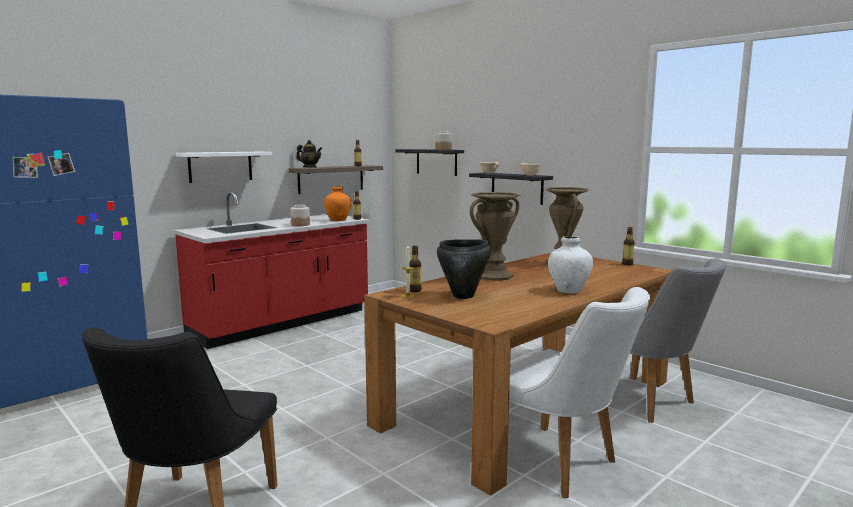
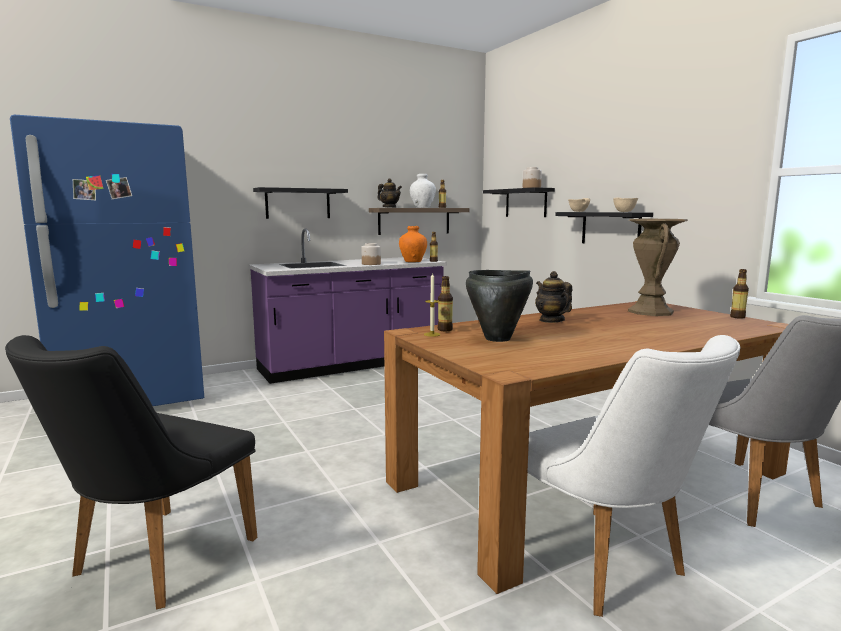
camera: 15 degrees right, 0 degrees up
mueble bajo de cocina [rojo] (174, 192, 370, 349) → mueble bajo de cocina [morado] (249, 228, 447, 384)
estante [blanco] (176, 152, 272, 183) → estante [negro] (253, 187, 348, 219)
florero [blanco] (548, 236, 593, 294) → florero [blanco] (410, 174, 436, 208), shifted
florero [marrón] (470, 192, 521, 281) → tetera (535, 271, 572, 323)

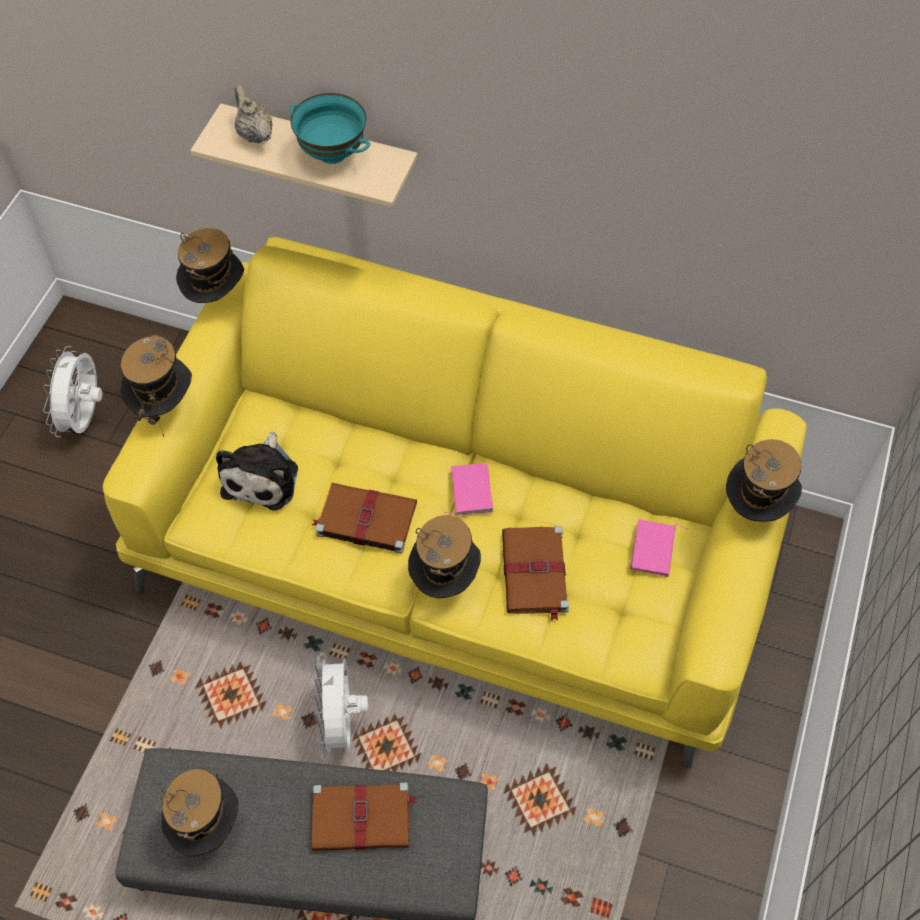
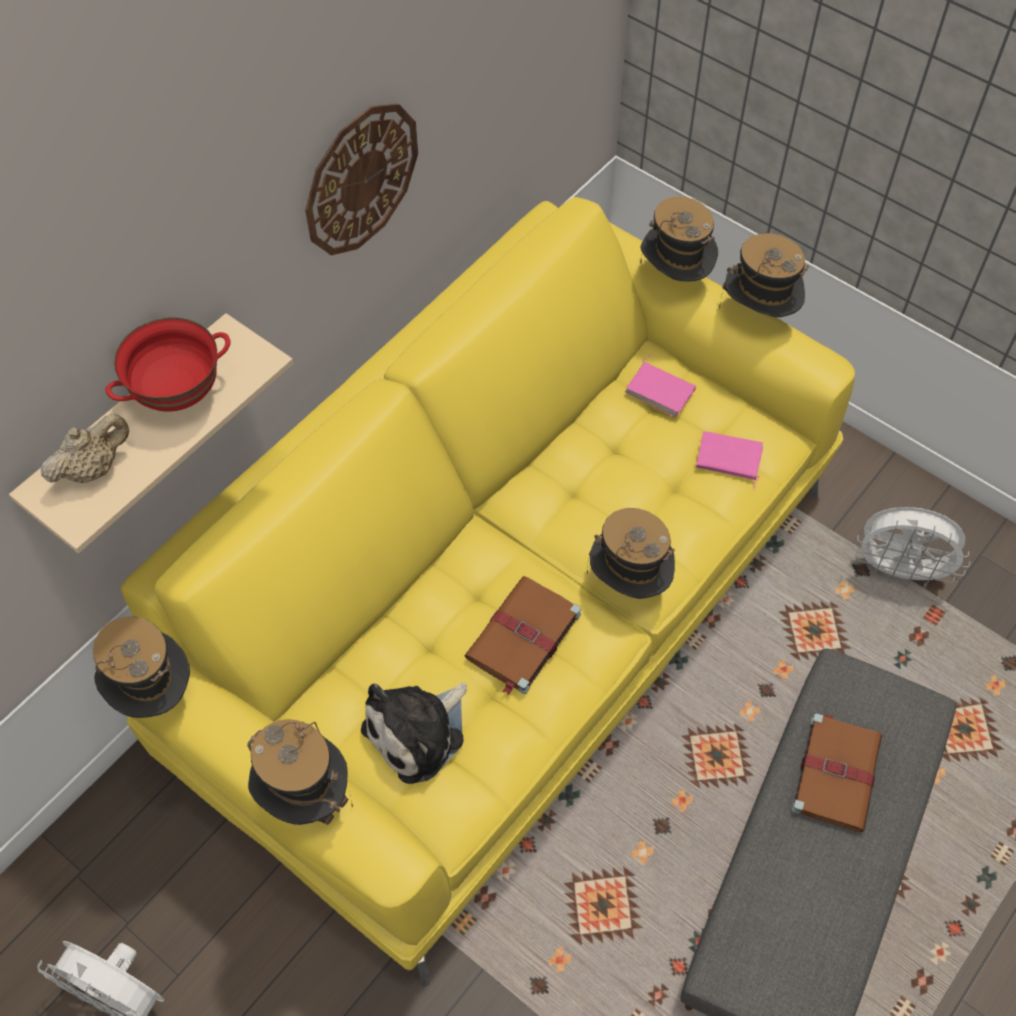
camera: 70 degrees left, 0 degrees up
tetera [beis] (235, 85, 273, 143) → tetera [beis] (41, 414, 129, 483), 150 degrees clockwise
cuenco [turquesa] (289, 93, 370, 164) → cuenco [rojo] (105, 317, 230, 411)
- → reloj de pared (305, 103, 418, 255)
peluche (216, 431, 298, 510) → peluche (361, 683, 467, 784), 105 degrees clockwise
libro [rosa] (443, 463, 493, 515) → libro [rosa] (696, 431, 763, 489), shifted
sombrero (161, 769, 238, 856) → sombrero (719, 233, 809, 317), shifted
ventilador [blanco] (315, 652, 368, 761) → ventilador [blanco] (853, 507, 971, 589), shifted
libro [marrón] (502, 526, 569, 621) → -

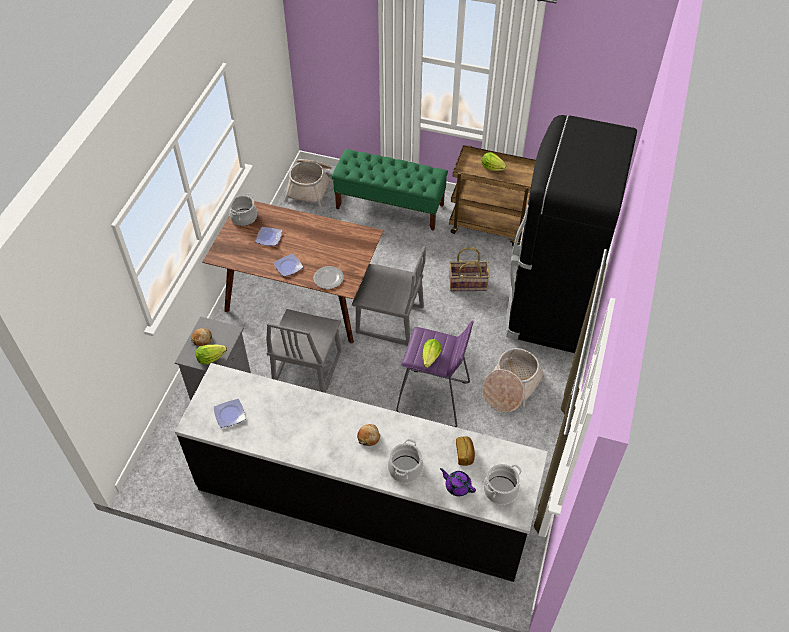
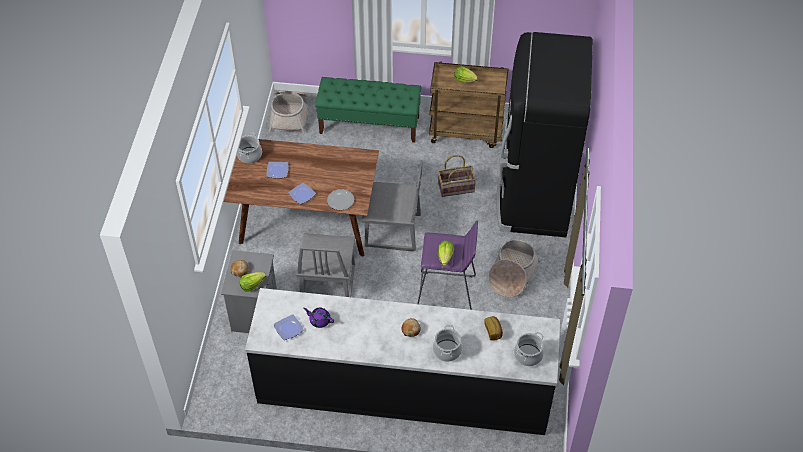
camera: 10 degrees left, 0 degrees up
tetera [morado] (440, 468, 476, 496) → tetera [morado] (303, 308, 334, 328), shifted

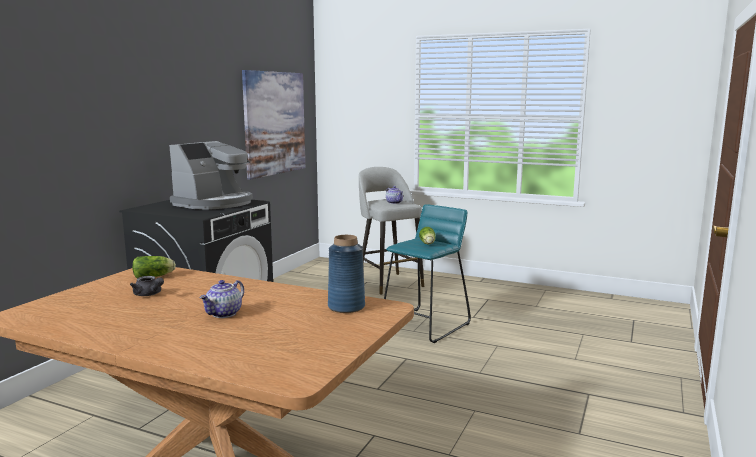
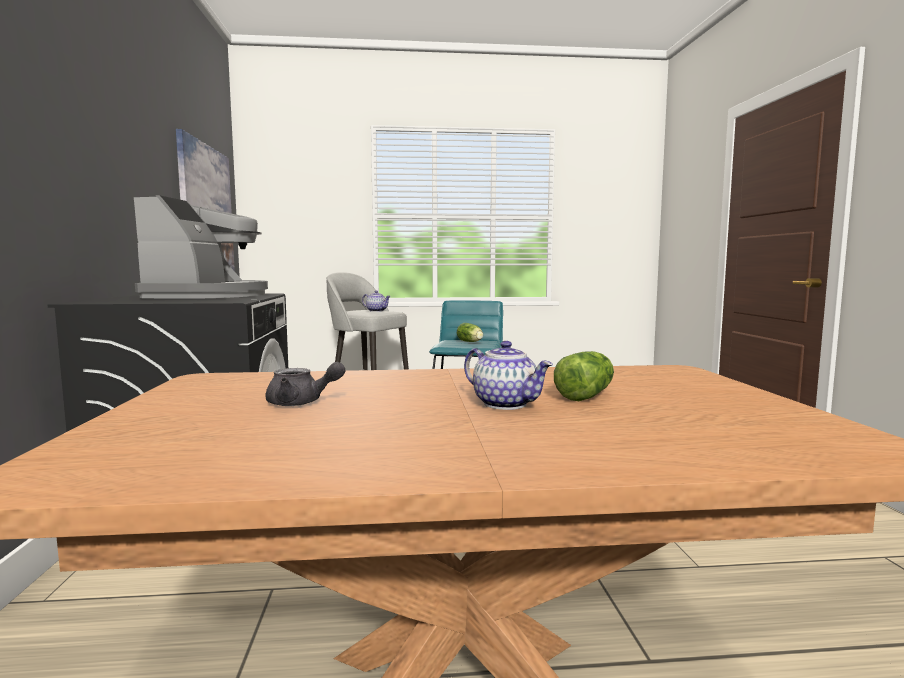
camera: 30 degrees left, 5 degrees down
tetera (200, 280, 244, 318) → tetera (464, 341, 553, 410), 45 degrees counterclockwise
lechuga (132, 256, 176, 278) → lechuga (554, 351, 614, 401), shifted
florero [azul] (328, 235, 365, 313) → -

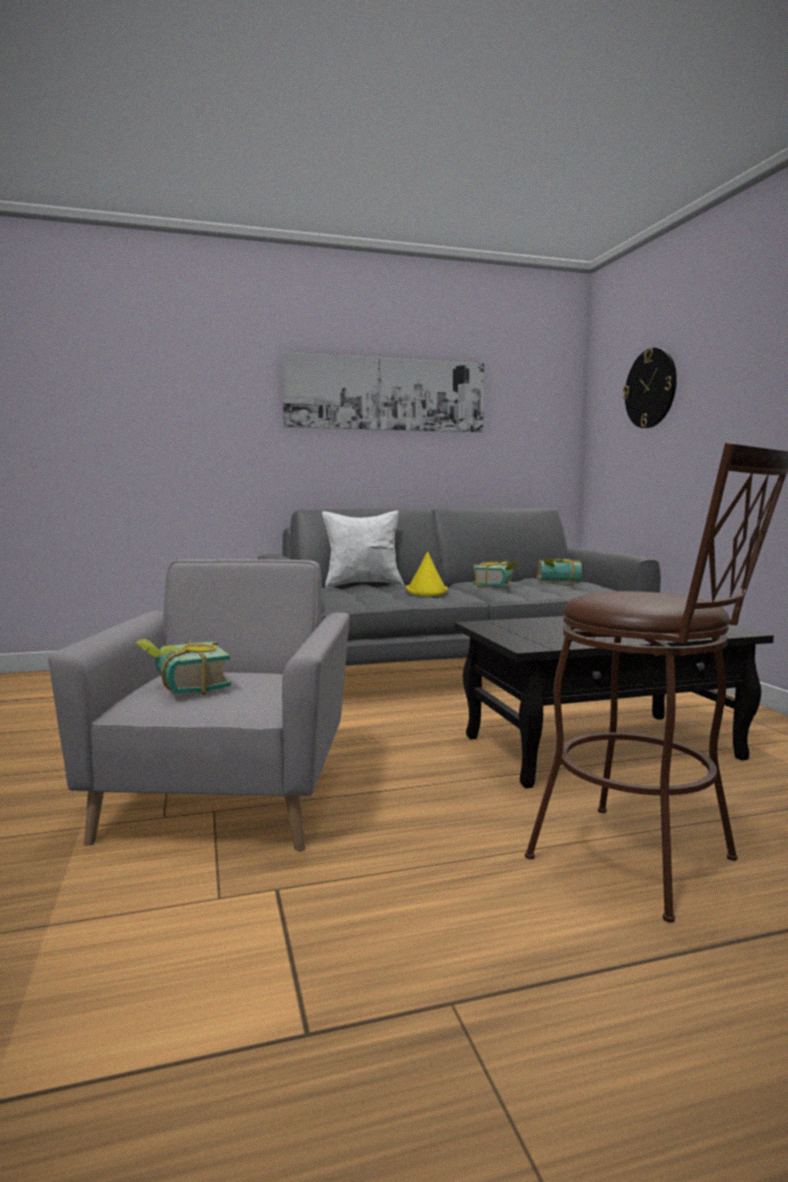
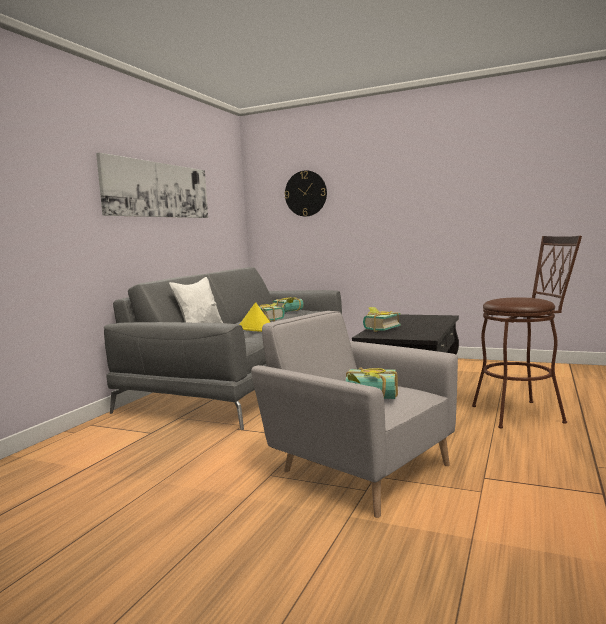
camera: 50 degrees left, 0 degrees up
- → libro (363, 307, 401, 332)

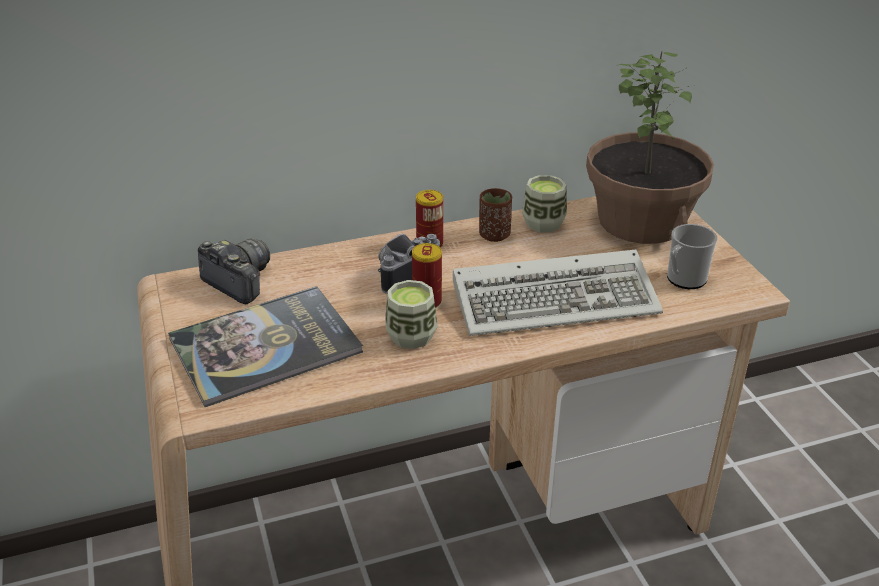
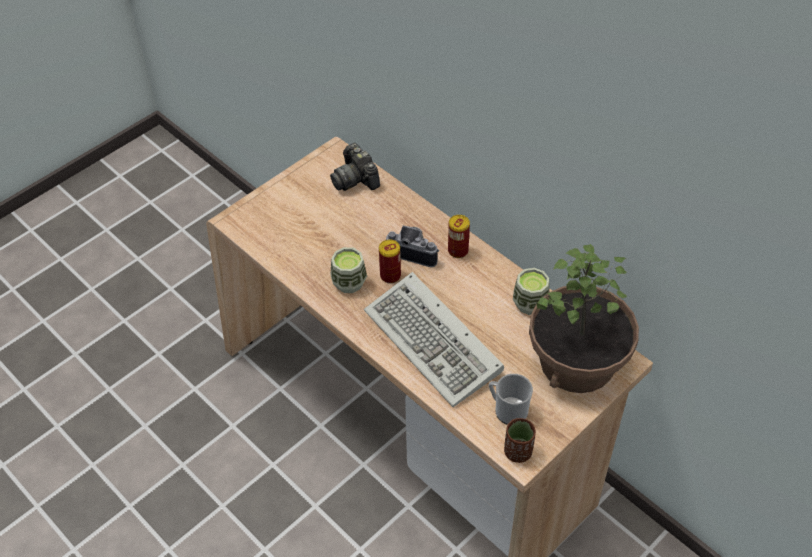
camera: 65 degrees right, 15 degrees up
cámara (198, 239, 270, 304) → cámara (330, 143, 380, 191), 135 degrees clockwise
taza [marrón] (479, 188, 512, 242) → taza [marrón] (504, 418, 536, 463), shifted
libro (168, 286, 363, 407) → -

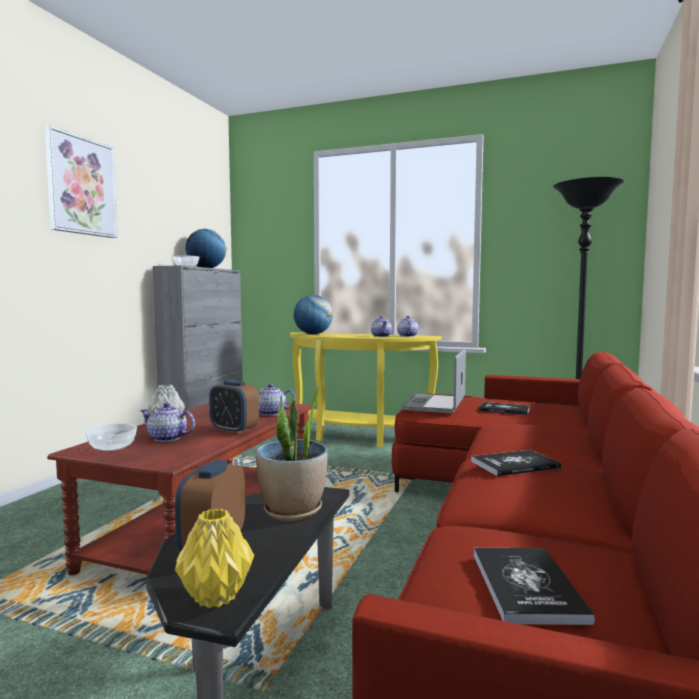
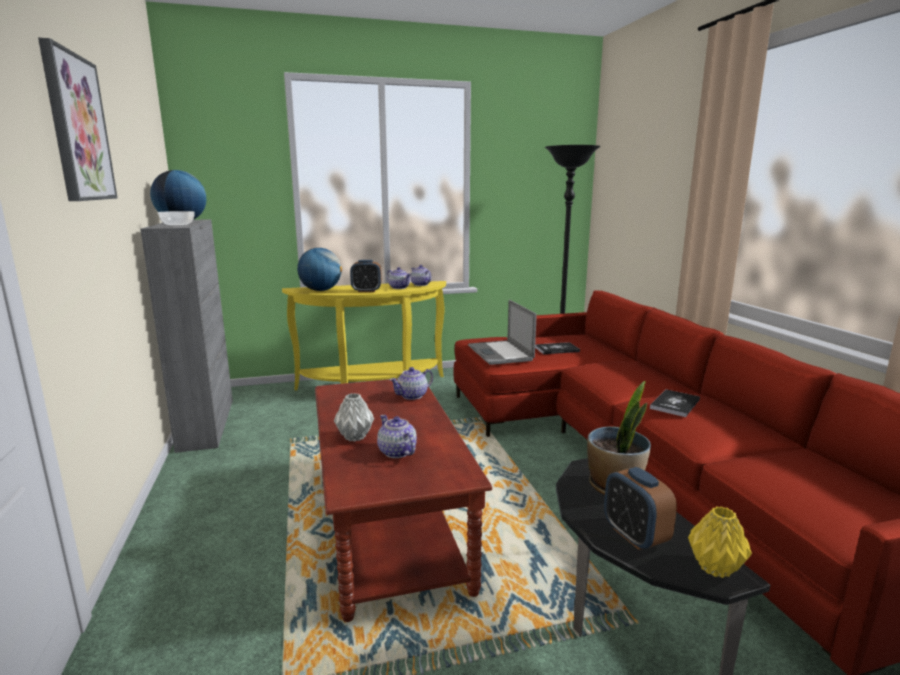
camera: 35 degrees left, 10 degrees up
despertador (209, 380, 259, 434) → despertador (350, 260, 382, 292), shifted
tetera (140, 403, 195, 442) → tetera (377, 415, 417, 458), 75 degrees clockwise
cuenco (85, 424, 137, 451) → -
libro (474, 548, 595, 625) → -

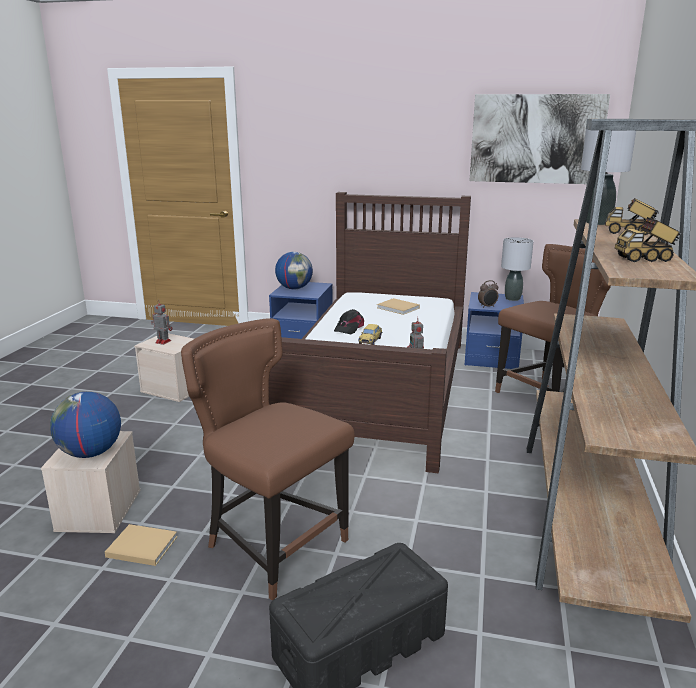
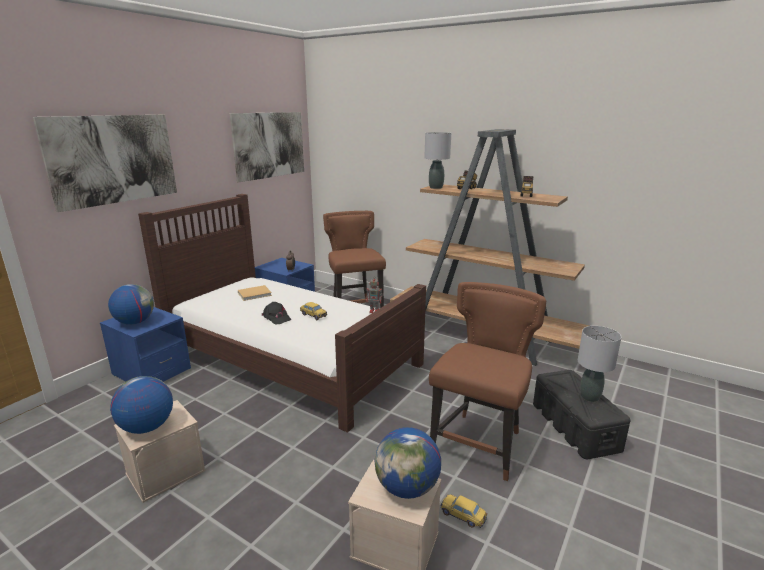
camera: 70 degrees left, 0 degrees up
- → cuadro (33, 115, 177, 212)
robot de juguete (151, 300, 172, 345) → globo terráqueo (110, 376, 173, 434)
silla [marrón] (181, 318, 355, 601) → silla [marrón] (429, 282, 546, 481), 150 degrees clockwise
libro [beis] (105, 524, 177, 566) → coche de juguete (440, 494, 487, 528)
lámpara de mesa [gris] (501, 237, 534, 301) → lámpara de mesa [gris] (578, 326, 621, 402), shifted

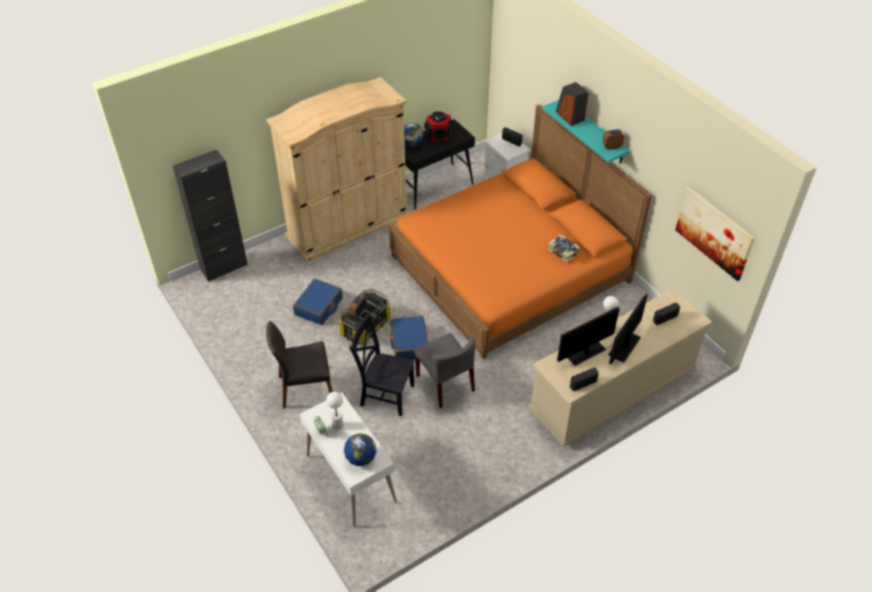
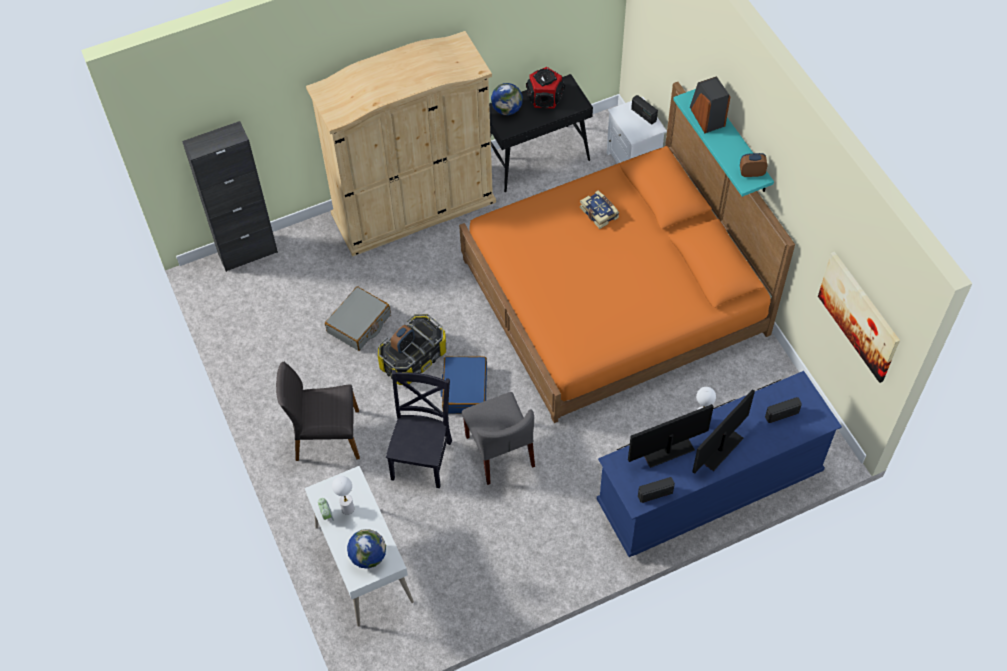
camera: 10 degrees right, 10 degrees up
maleta [azul] (293, 279, 343, 325) → maleta [gris] (325, 286, 391, 351)
silla [negro] (349, 313, 414, 416) → silla [negro] (386, 370, 452, 488), 75 degrees clockwise
libro (547, 234, 581, 263) → libro (580, 190, 619, 229), shifted
cómoda [beis] (529, 288, 712, 446) → cómoda [azul] (597, 371, 842, 557)

